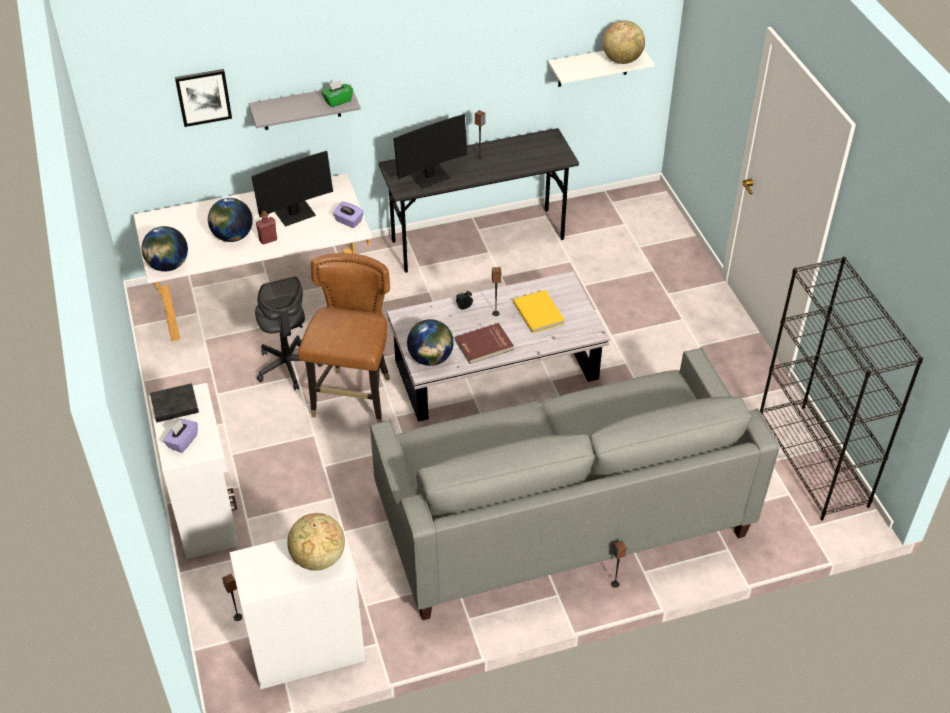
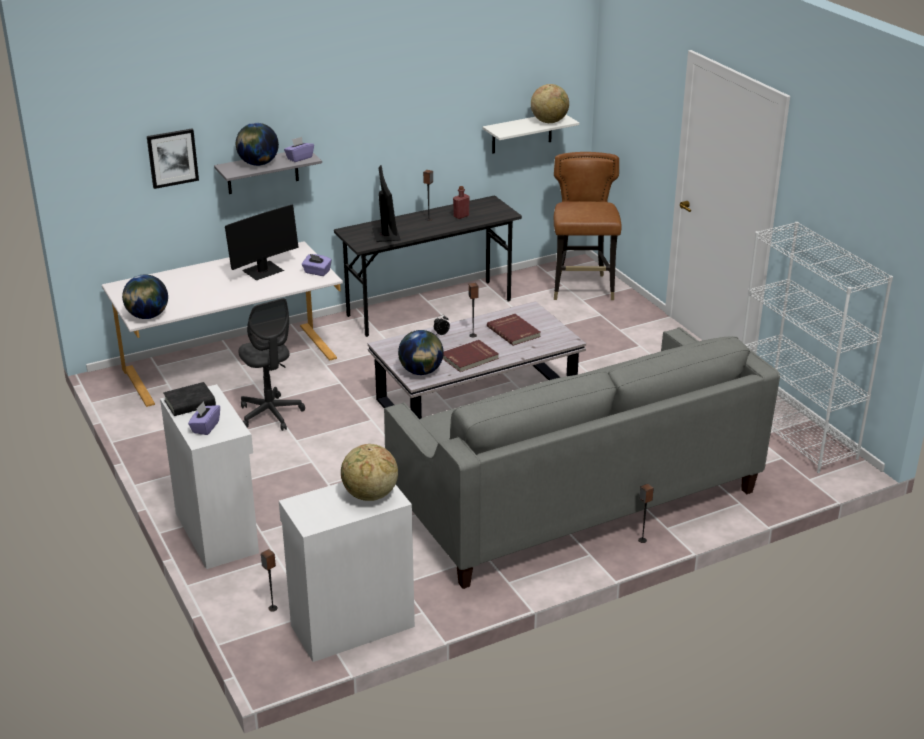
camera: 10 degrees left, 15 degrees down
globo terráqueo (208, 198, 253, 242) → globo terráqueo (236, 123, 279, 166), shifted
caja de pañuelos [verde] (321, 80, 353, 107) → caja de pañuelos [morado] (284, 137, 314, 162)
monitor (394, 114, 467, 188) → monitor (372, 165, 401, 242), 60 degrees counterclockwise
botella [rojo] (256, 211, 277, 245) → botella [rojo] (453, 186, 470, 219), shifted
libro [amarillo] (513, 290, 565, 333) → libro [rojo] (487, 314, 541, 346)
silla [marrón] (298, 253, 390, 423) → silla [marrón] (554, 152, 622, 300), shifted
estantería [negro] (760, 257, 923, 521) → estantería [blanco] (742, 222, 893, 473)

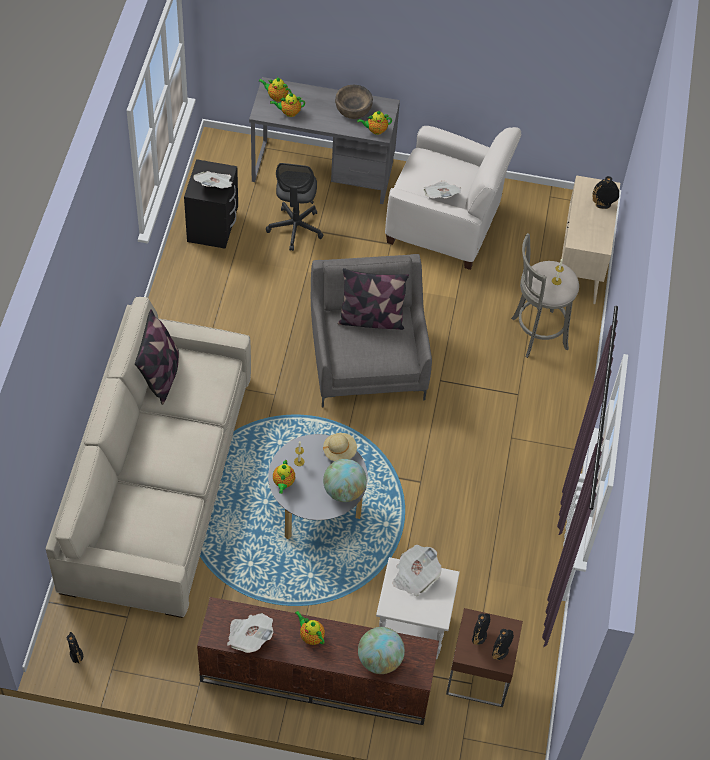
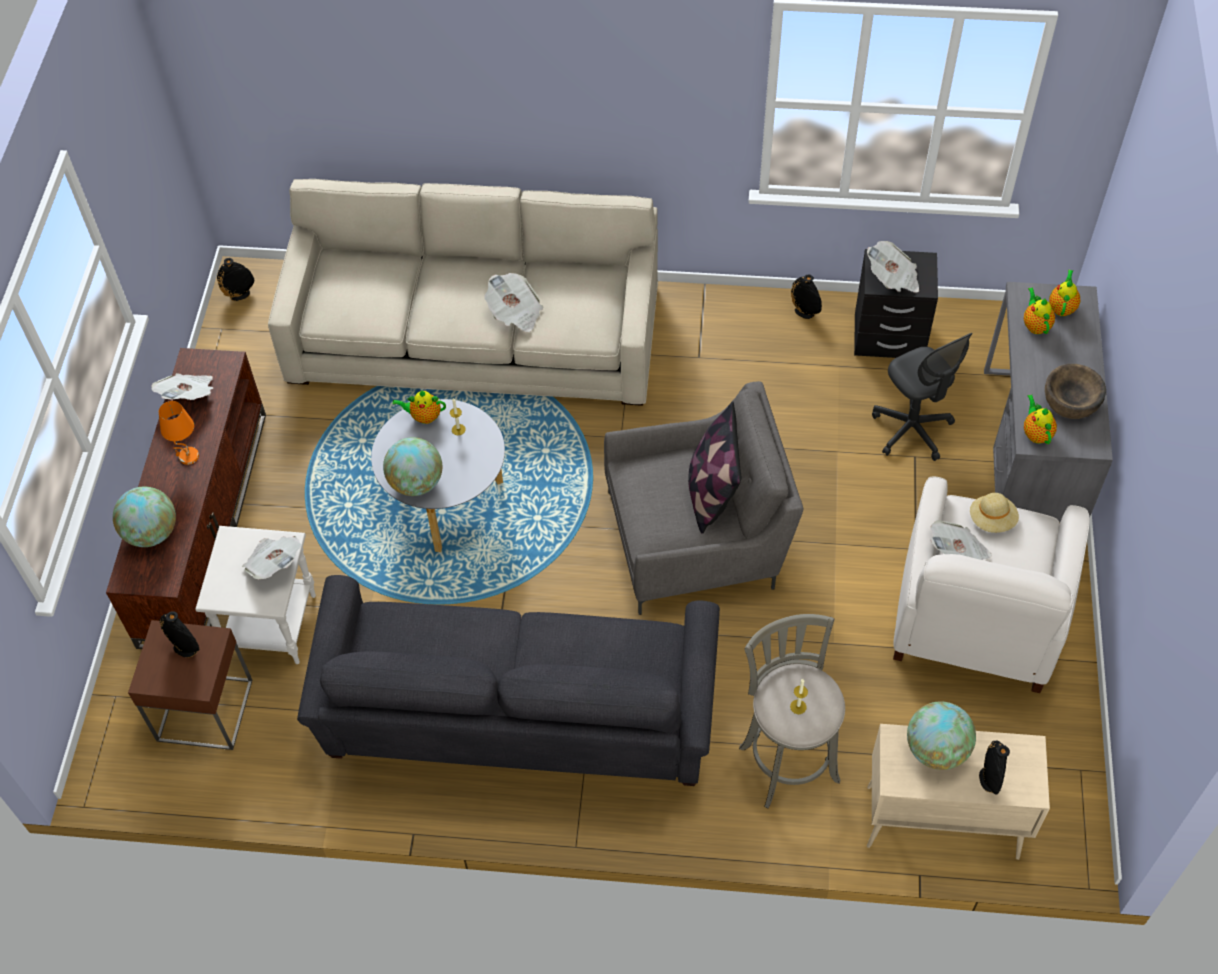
camera: 90 degrees right, 0 degrees up
tetera (295, 610, 325, 645) → lámpara de mesa [naranja] (159, 401, 199, 465)
- → sofá [gris] (297, 575, 720, 786)
- → periódico (484, 273, 543, 333)
florero [negro] (492, 629, 514, 660) → florero [negro] (791, 274, 822, 319), shifted
silla de oficina [gris] (266, 163, 324, 251) → silla de oficina [gris] (872, 333, 973, 461), 120 degrees counterclockwise
- → globo terráqueo (907, 701, 976, 770)
sombrero [beis] (323, 433, 357, 461) → sombrero [beis] (970, 493, 1019, 533), shifted
cojín (135, 309, 179, 405) → -

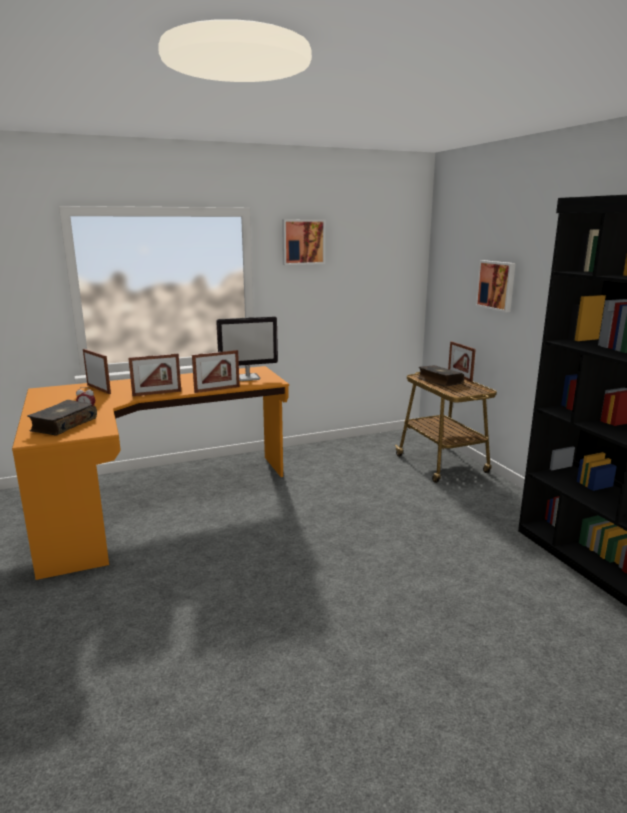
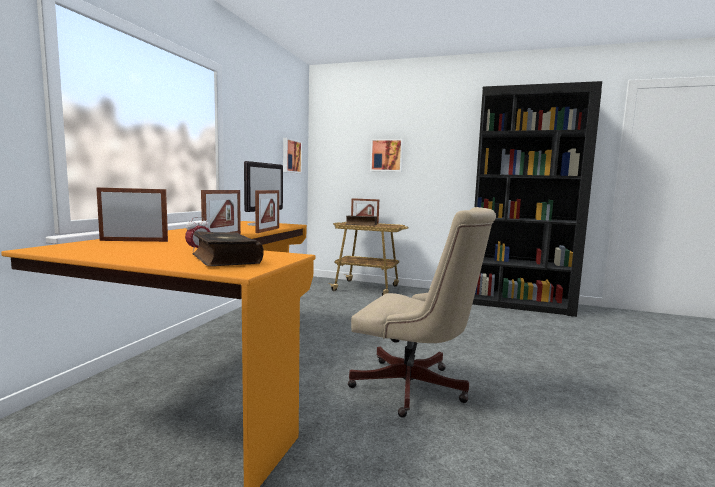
camera: 50 degrees left, 10 degrees down
cuadro (282, 219, 325, 265) → cuadro (283, 138, 302, 173), shifted
- → silla de oficina [beis] (348, 207, 496, 418)

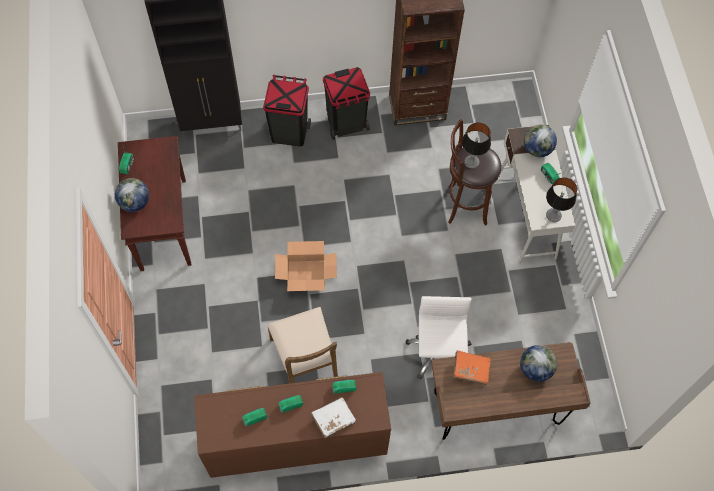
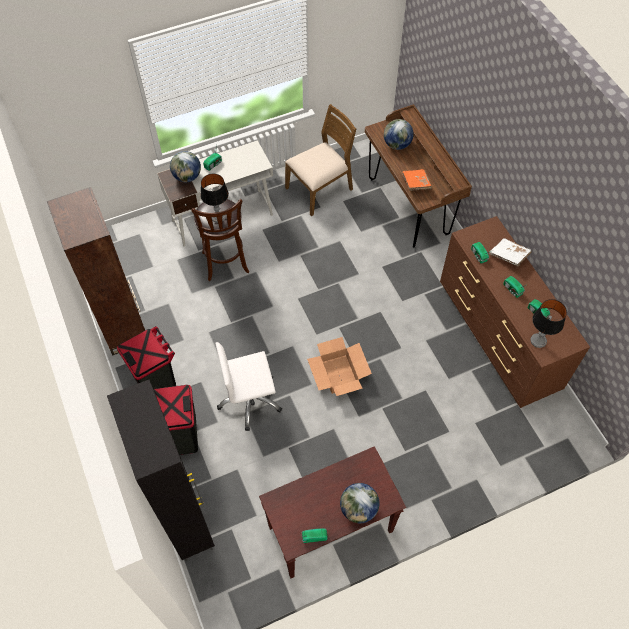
camera: 105 degrees left, 5 degrees down
silla de oficina [blanco] (405, 296, 472, 379) → silla de oficina [blanco] (215, 342, 282, 431), shifted
silla [marrón] (267, 307, 338, 383) → silla [marrón] (285, 104, 356, 216), shifted
lámpara de mesa (546, 178, 577, 222) → lámpara de mesa (530, 299, 567, 348), shifted

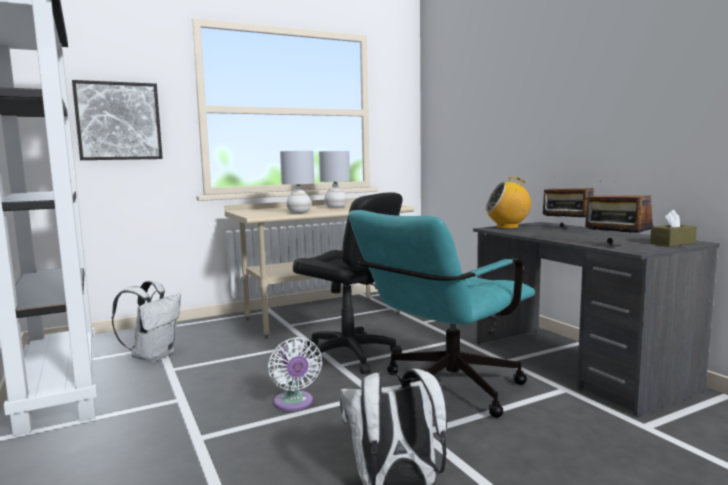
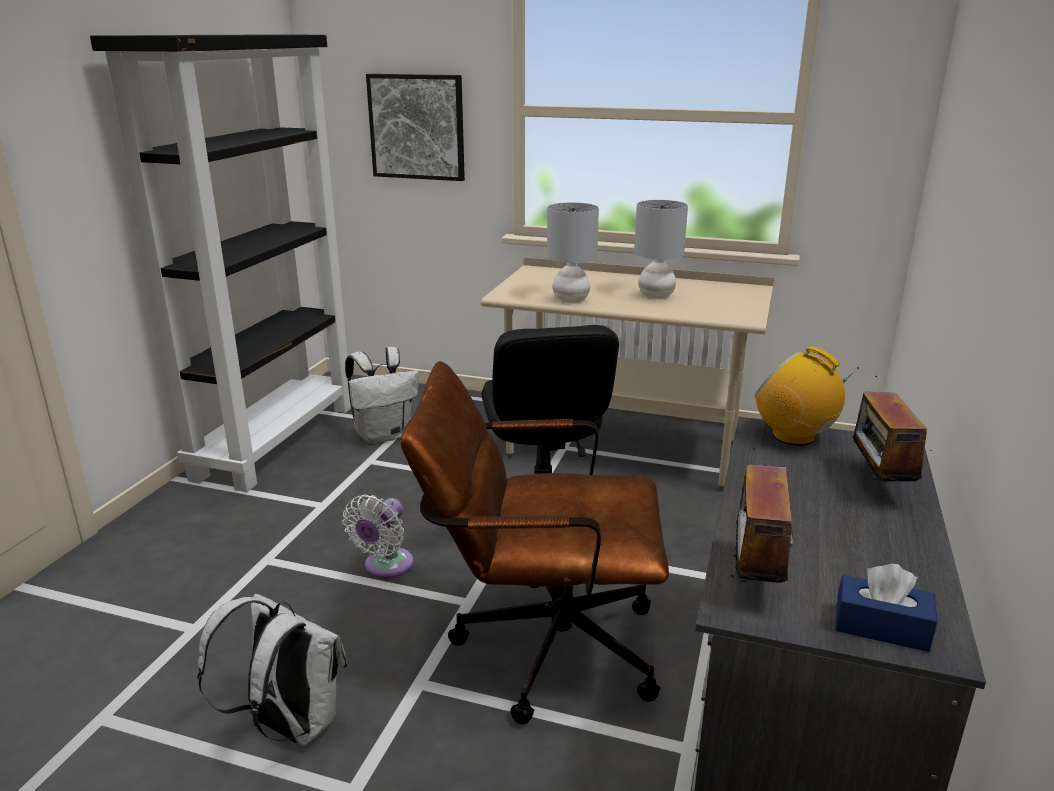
camera: 45 degrees right, 15 degrees up
silla de oficina [turquesa] (349, 210, 535, 418) → silla de oficina [marrón] (401, 361, 669, 724)
caja de pañuelos [marrón] (650, 210, 697, 247) → caja de pañuelos [azul] (835, 564, 937, 652)

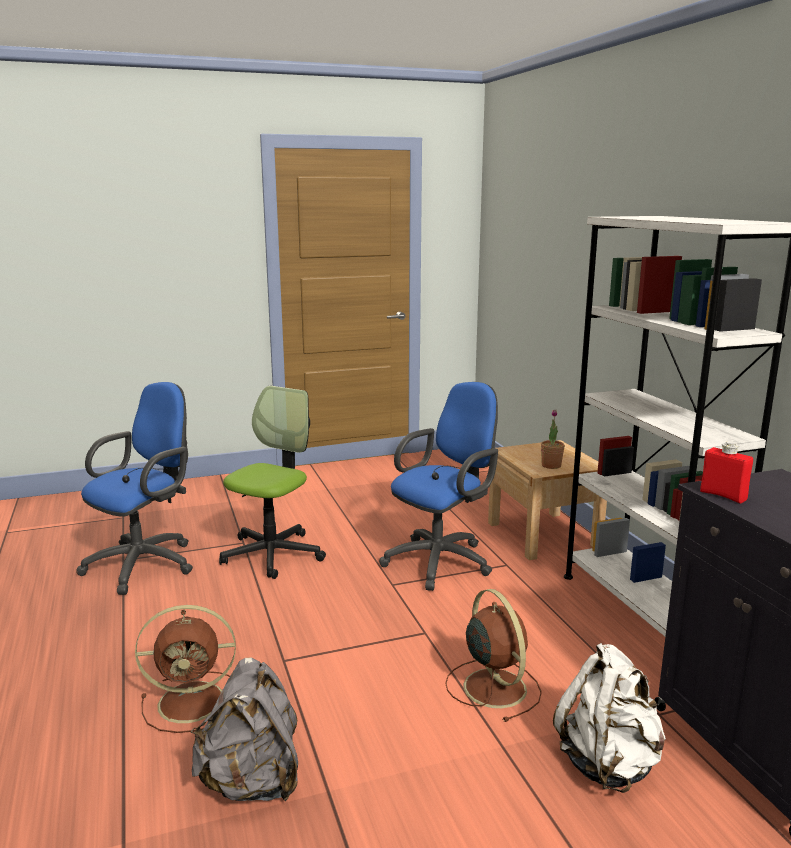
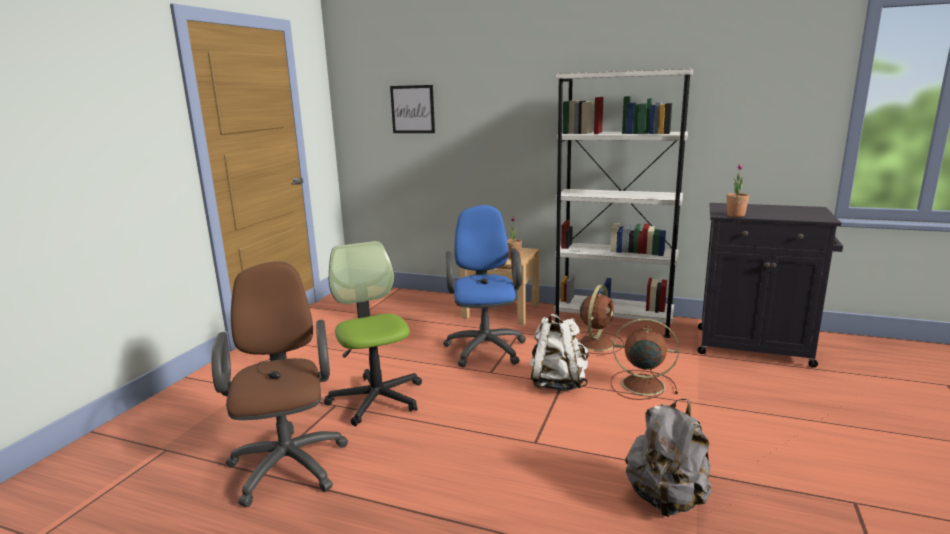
camera: 50 degrees left, 0 degrees up
silla de oficina [azul] (76, 382, 193, 595) → silla de oficina [marrón] (212, 262, 348, 507)
- → cuadro (390, 85, 435, 133)
mochila [blanco] (553, 643, 666, 793) → mochila [blanco] (530, 314, 589, 391), shifted
ventilador [marrón] (135, 605, 236, 733) → ventilador [marrón] (578, 285, 624, 354), shifted
botella [rojo] (700, 441, 753, 504) → planta en maceta (727, 163, 749, 217)

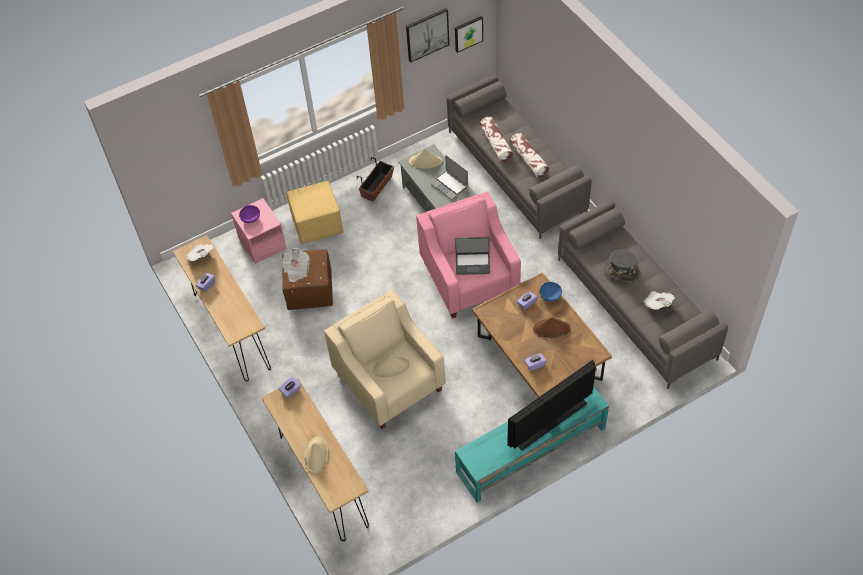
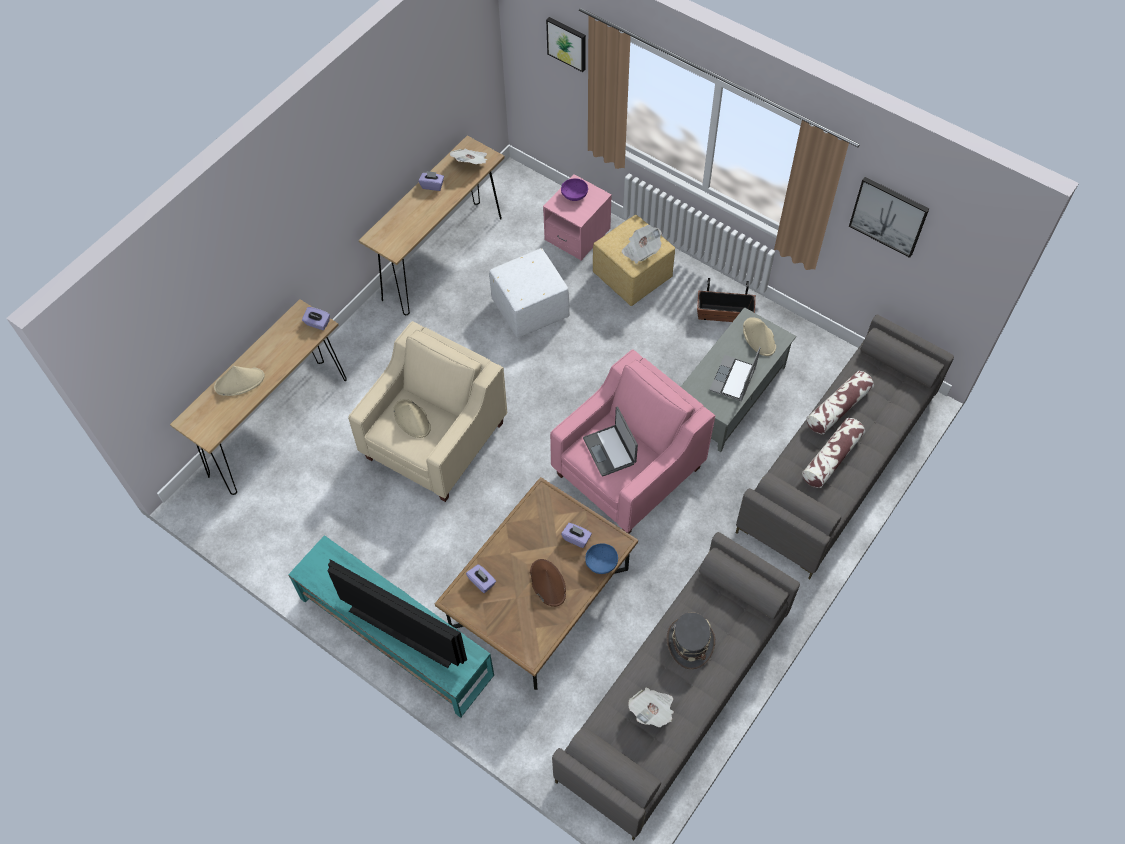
camera: 65 degrees right, 5 degrees up
puf [marrón] (282, 249, 333, 310) → puf [blanco] (489, 248, 570, 338)
cuadro (455, 16, 483, 53) → cuadro (546, 17, 586, 72), shifted
periódico (282, 248, 310, 282) → periódico (622, 225, 662, 264), shifted

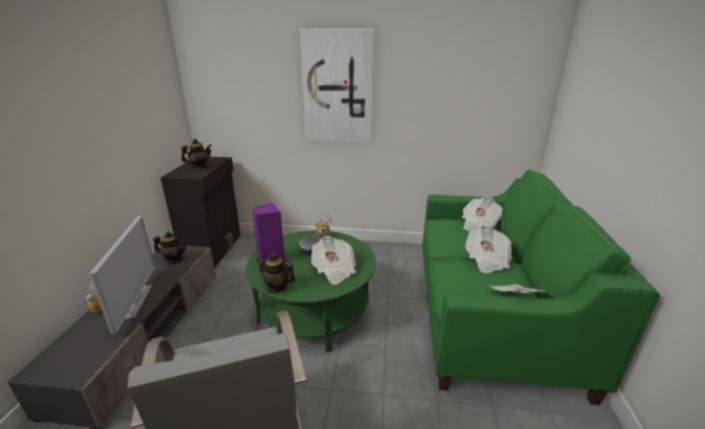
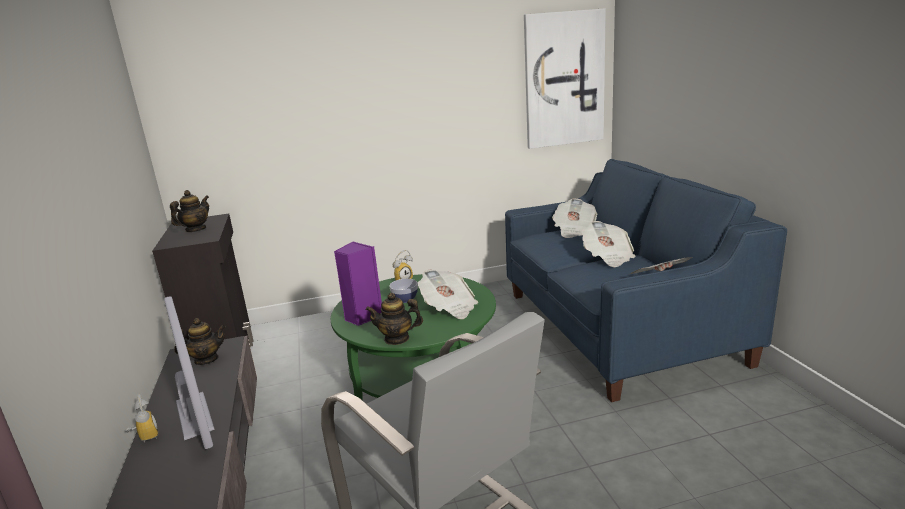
camera: 20 degrees left, 5 degrees down
sofá [verde] (422, 169, 660, 405) → sofá [azul] (505, 159, 787, 402)
cuadro (300, 29, 375, 143) → cuadro (524, 8, 606, 149), shifted

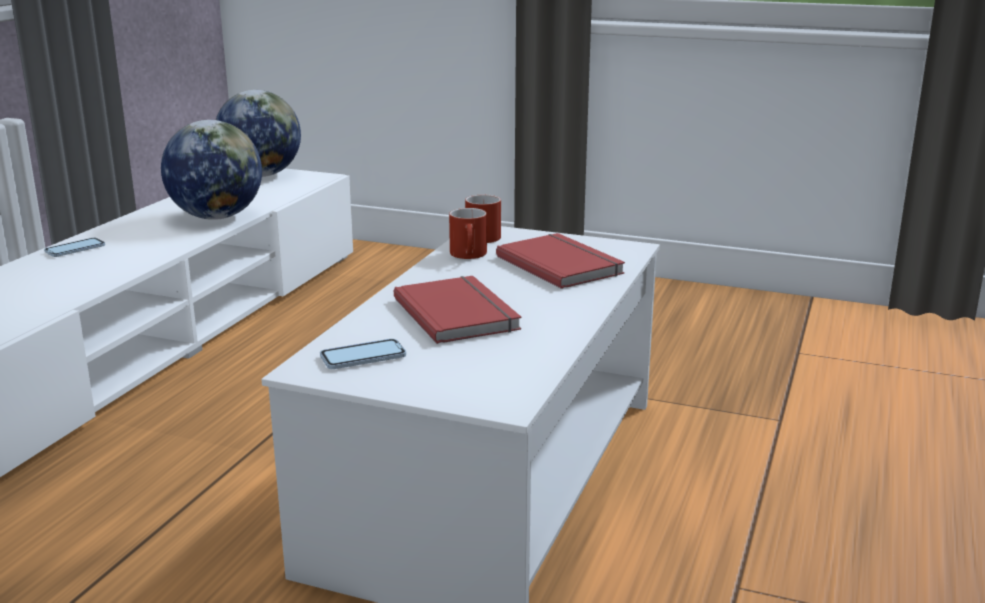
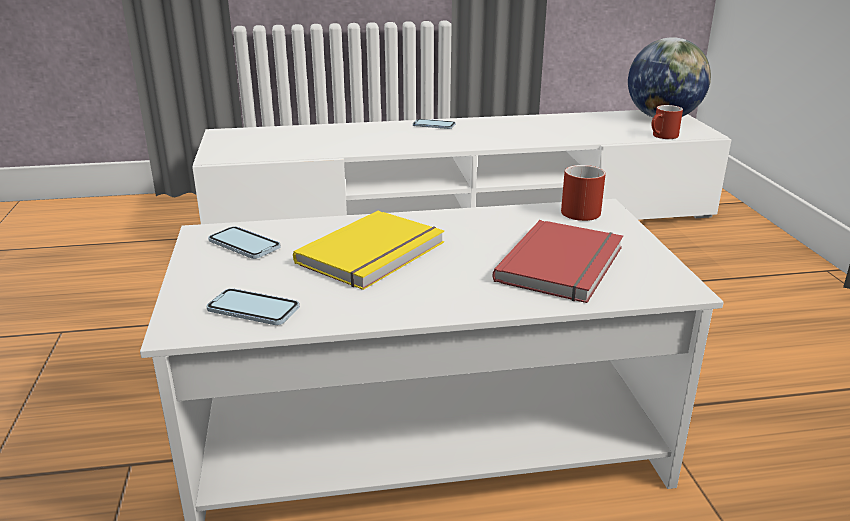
camera: 60 degrees right, 5 degrees up
- → móvil (206, 288, 299, 325)
libro [rojo] (394, 276, 521, 344) → libro [amarillo] (293, 211, 444, 290)
taza grande [rojo] (449, 208, 487, 259) → taza grande [rojo] (651, 105, 683, 139), shifted
globo terráqueo (161, 120, 262, 220) → -

